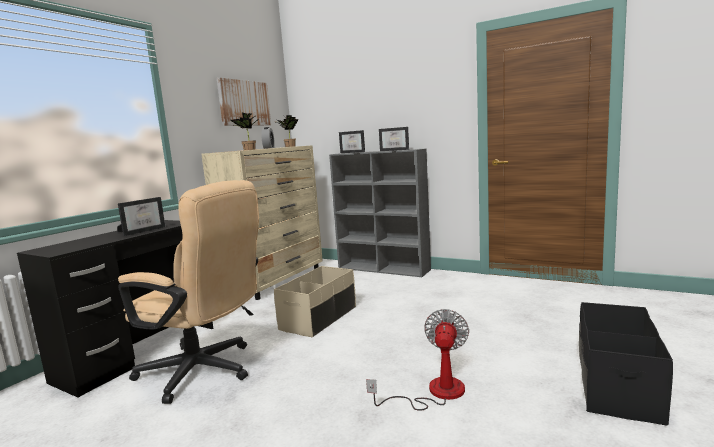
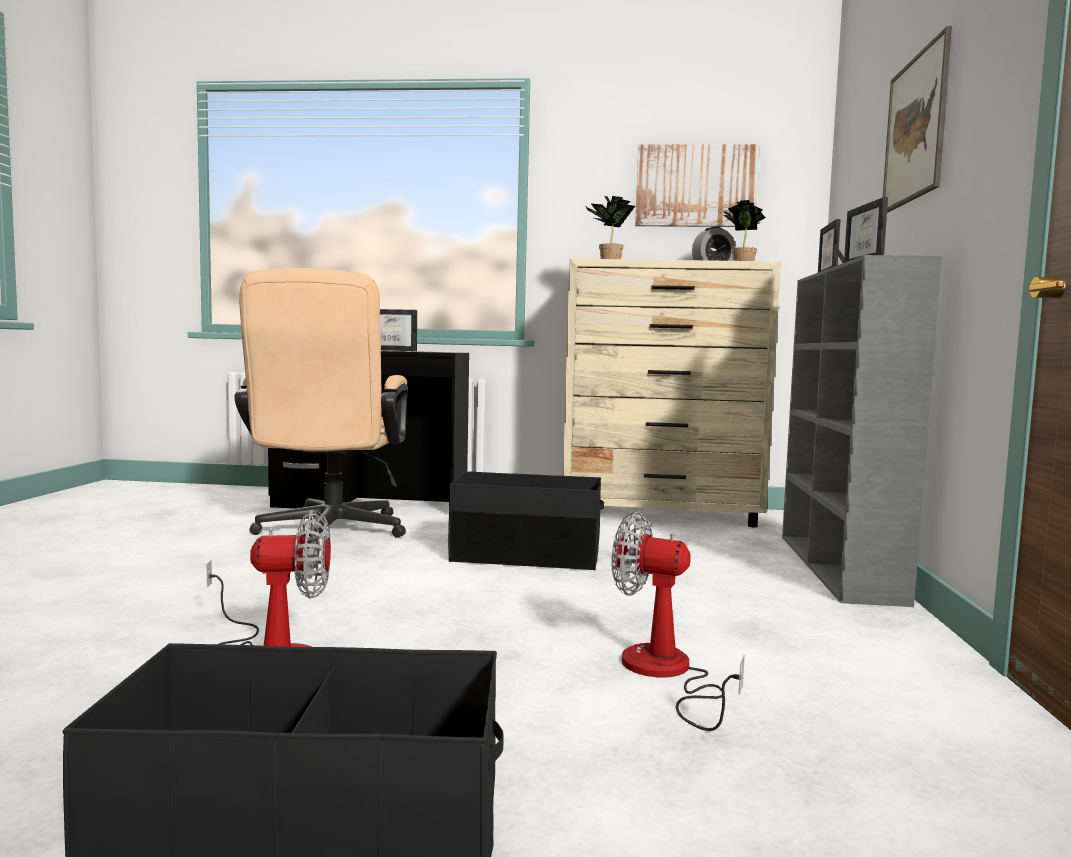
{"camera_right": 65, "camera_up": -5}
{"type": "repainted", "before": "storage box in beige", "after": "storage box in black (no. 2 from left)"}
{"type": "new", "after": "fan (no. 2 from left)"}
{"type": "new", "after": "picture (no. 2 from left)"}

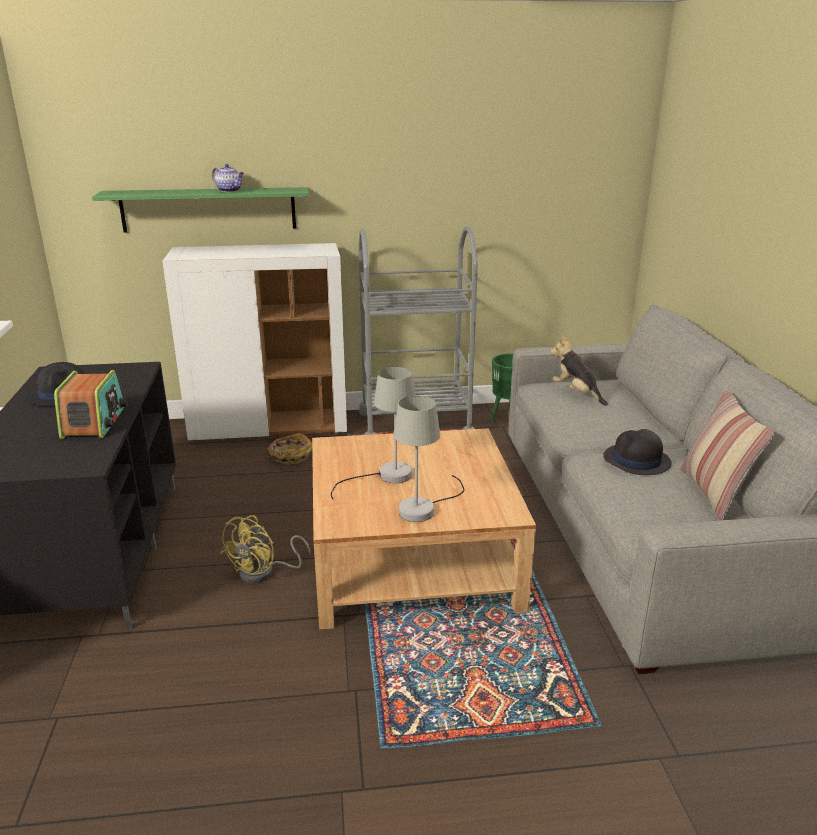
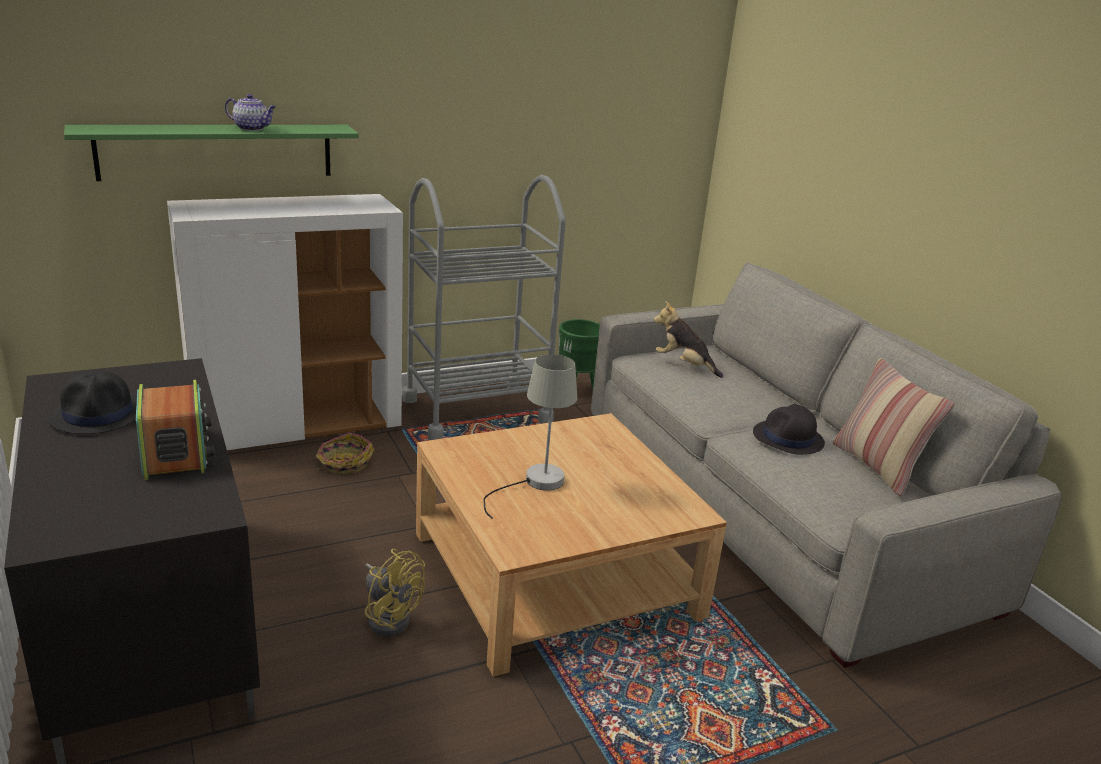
{"camera_right": -20, "camera_up": 0}
{"type": "rotated", "before": "fan in yellow", "turn": -60}
{"type": "gone", "before": "table lamp in grey (no. 2 from left)"}

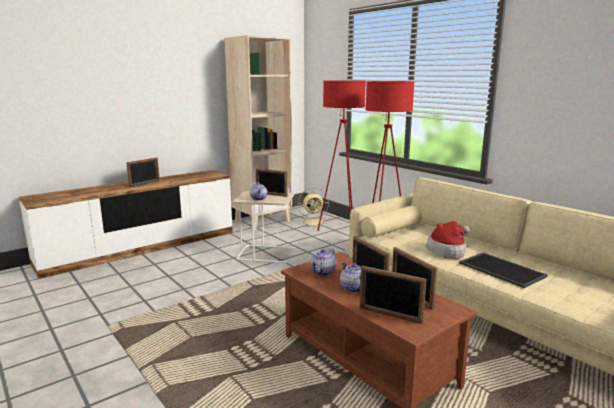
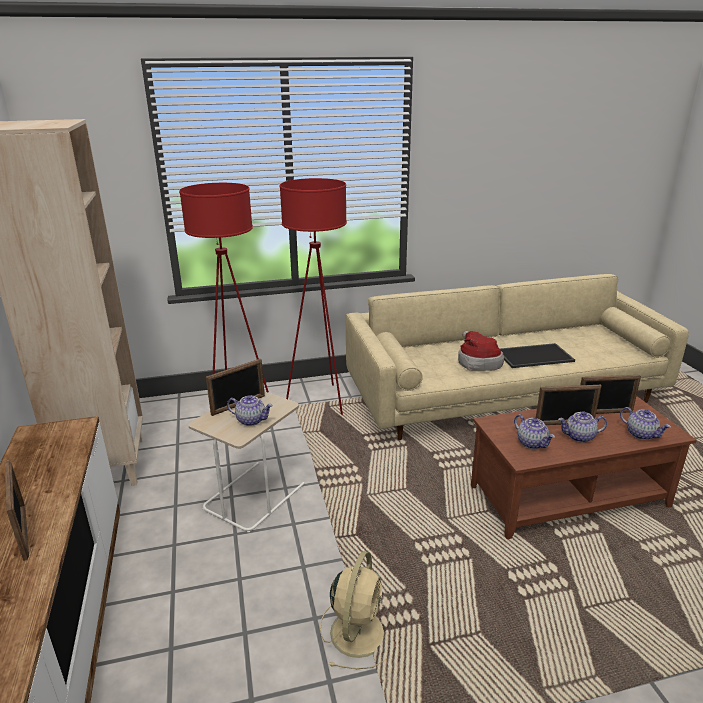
{"camera_right": -65, "camera_up": 10}
{"type": "shifted", "before": "fan in beige"}
{"type": "swapped", "before": "picture frame (no. 4 from left)", "after": "teapot (no. 4 from left)"}

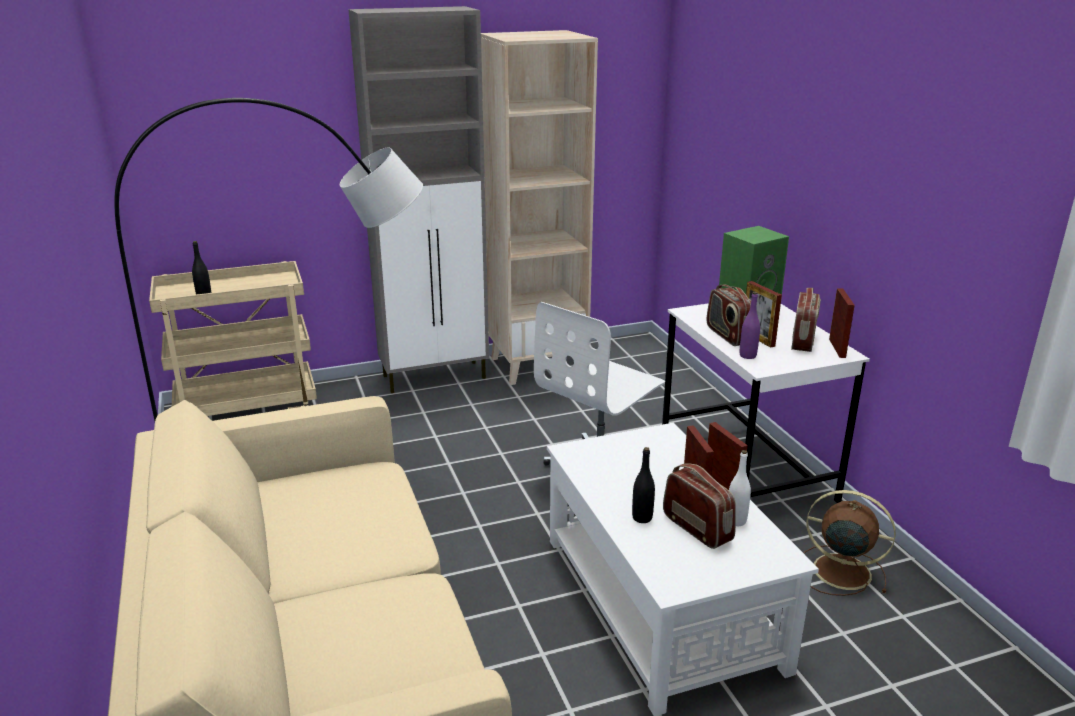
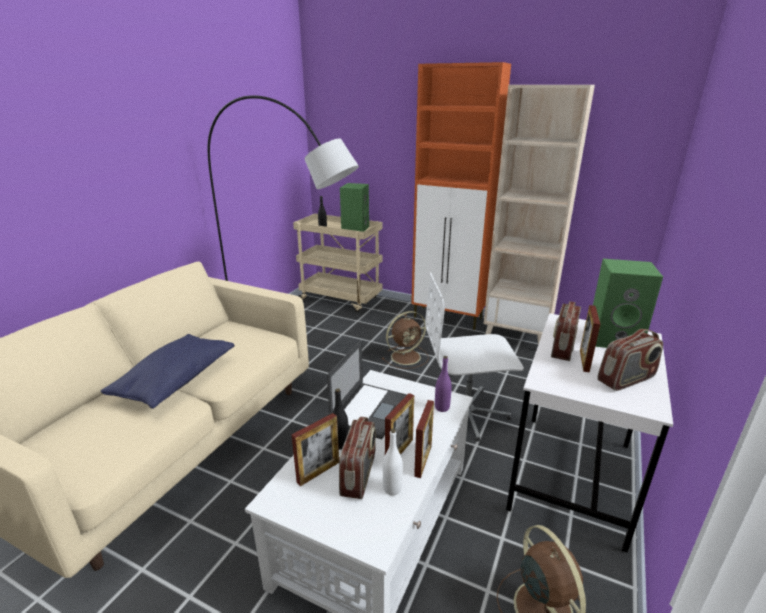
{"camera_right": 45, "camera_up": 0}
{"type": "repainted", "before": "cabinet in grey", "after": "cabinet in orange"}
{"type": "shifted", "before": "bottle in purple"}
{"type": "shifted", "before": "picture frame (no. 4 from left in the first image)", "after": "picture frame (no. 1 from left)"}
{"type": "new", "after": "pillow in blue"}
{"type": "new", "after": "laptop"}
{"type": "new", "after": "speaker in green (no. 1 from left)"}
{"type": "new", "after": "fan in brown (no. 1 from left)"}

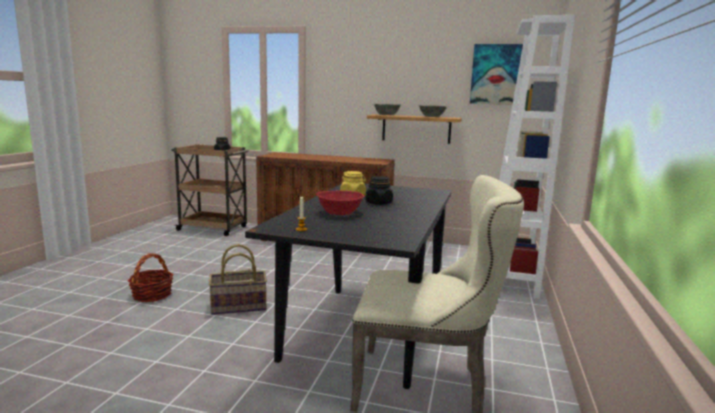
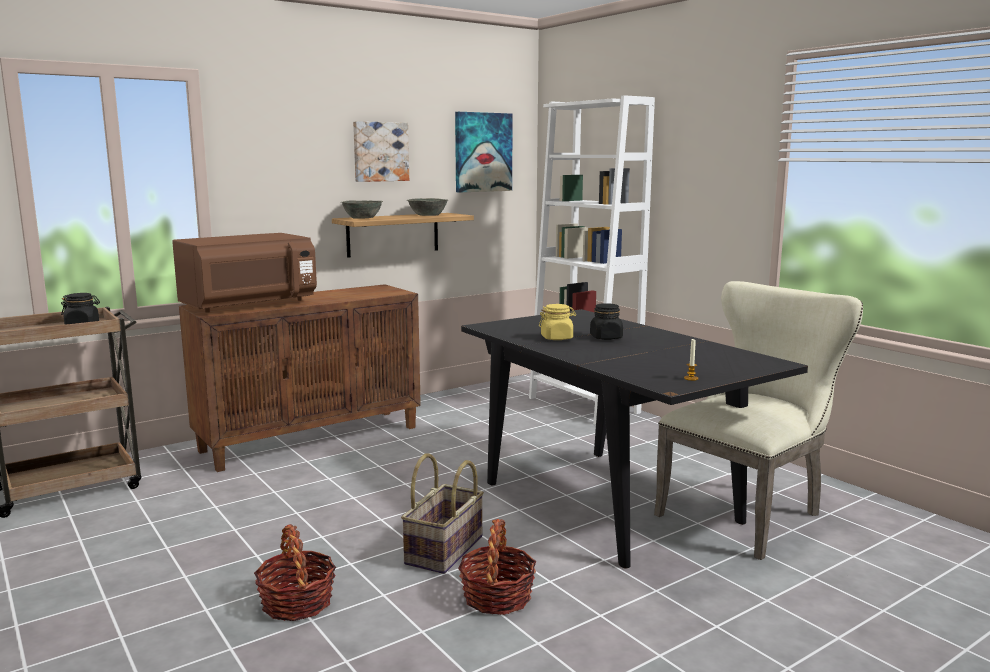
{"camera_right": -50, "camera_up": 0}
{"type": "gone", "before": "bowl in red"}
{"type": "new", "after": "microwave in brown"}
{"type": "new", "after": "picture (no. 1 from left)"}
{"type": "new", "after": "basket (no. 3 from left)"}

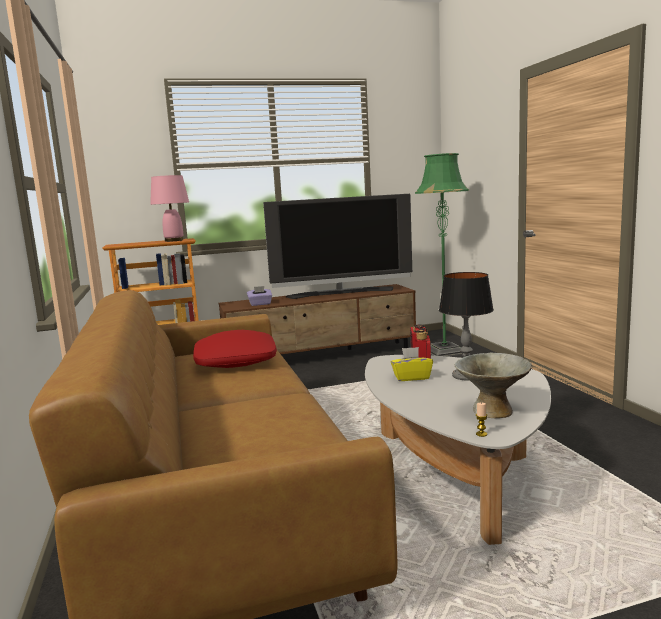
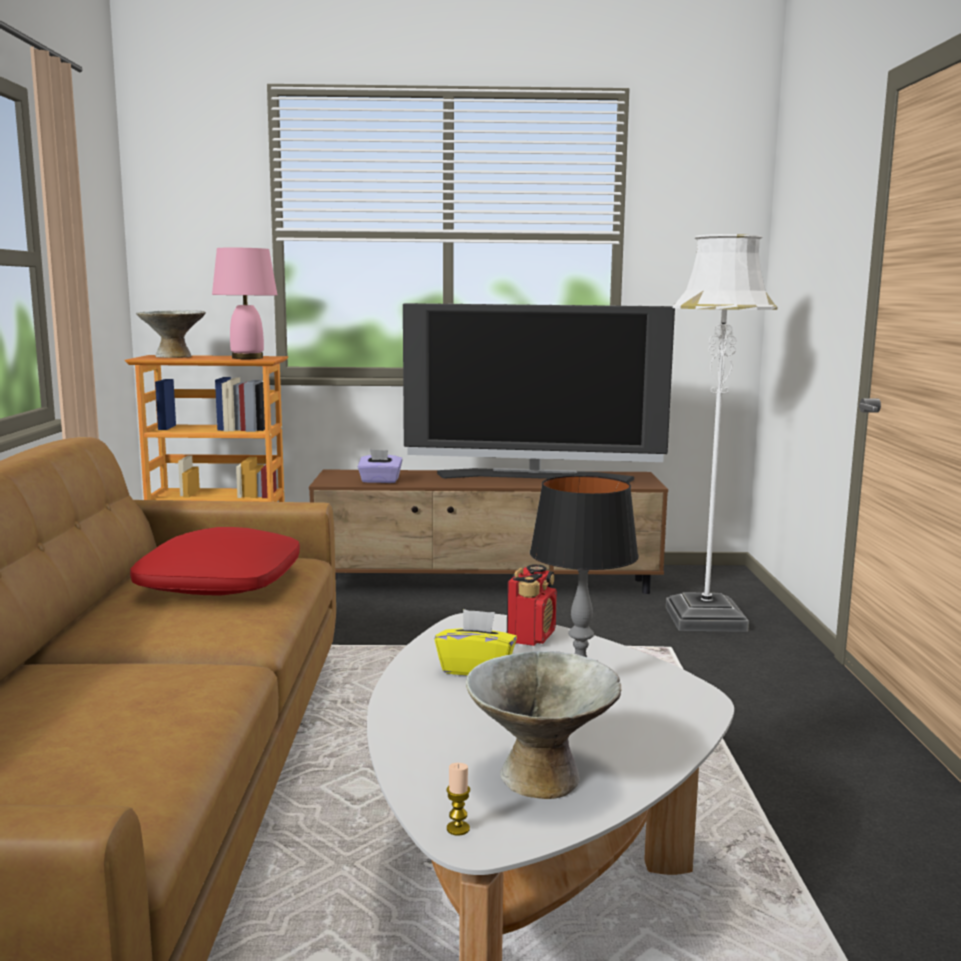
{"camera_right": 15, "camera_up": 0}
{"type": "repainted", "before": "floor lamp in green", "after": "floor lamp in white"}
{"type": "new", "after": "bowl in grey (no. 1 from left)"}

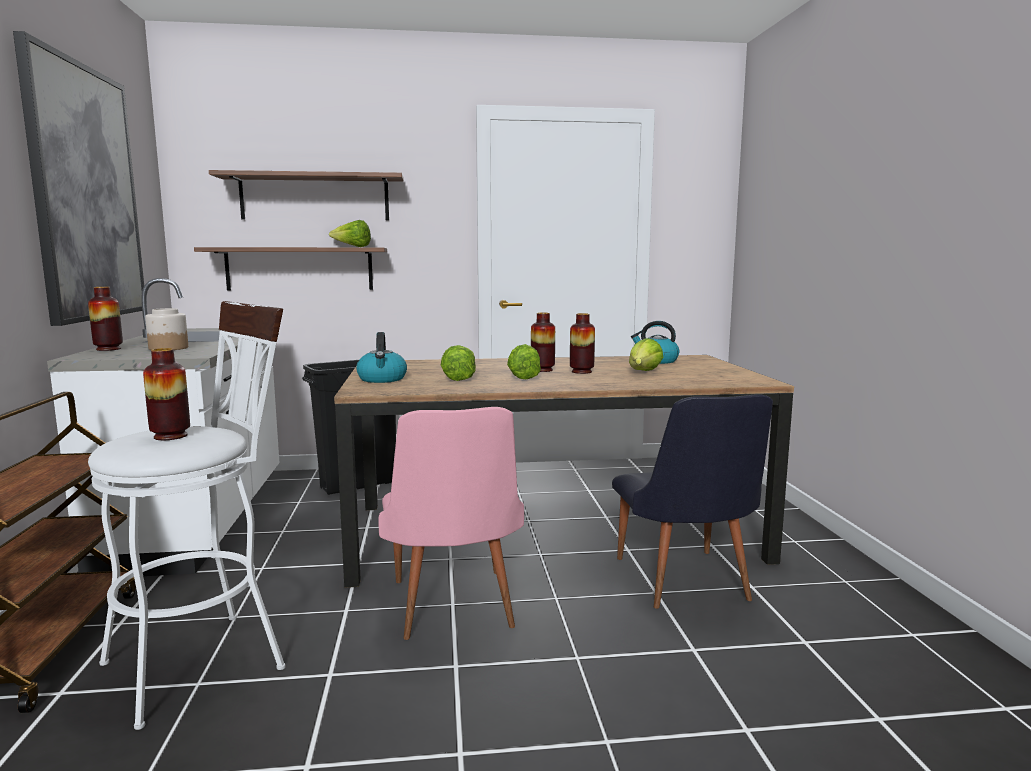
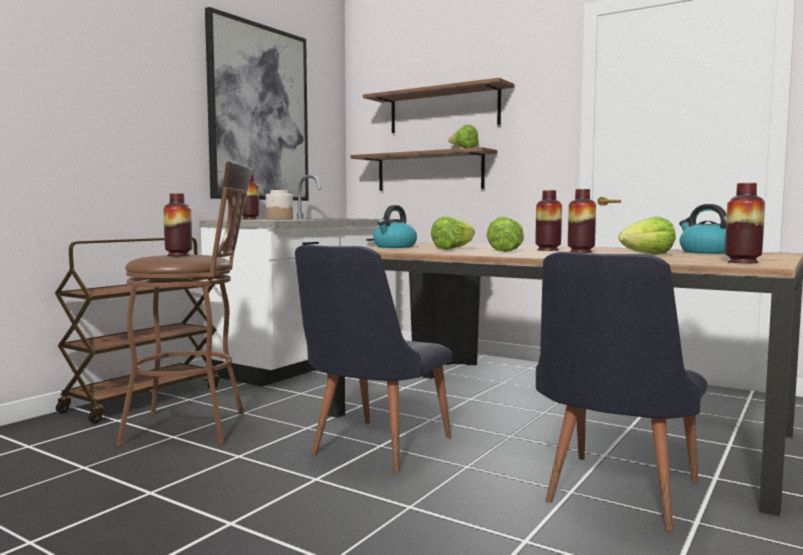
{"camera_right": 40, "camera_up": -5}
{"type": "repainted", "before": "stool in white", "after": "stool in brown"}
{"type": "repainted", "before": "chair in pink", "after": "chair in black (no. 1 from left)"}
{"type": "new", "after": "vase (no. 5 from left)"}

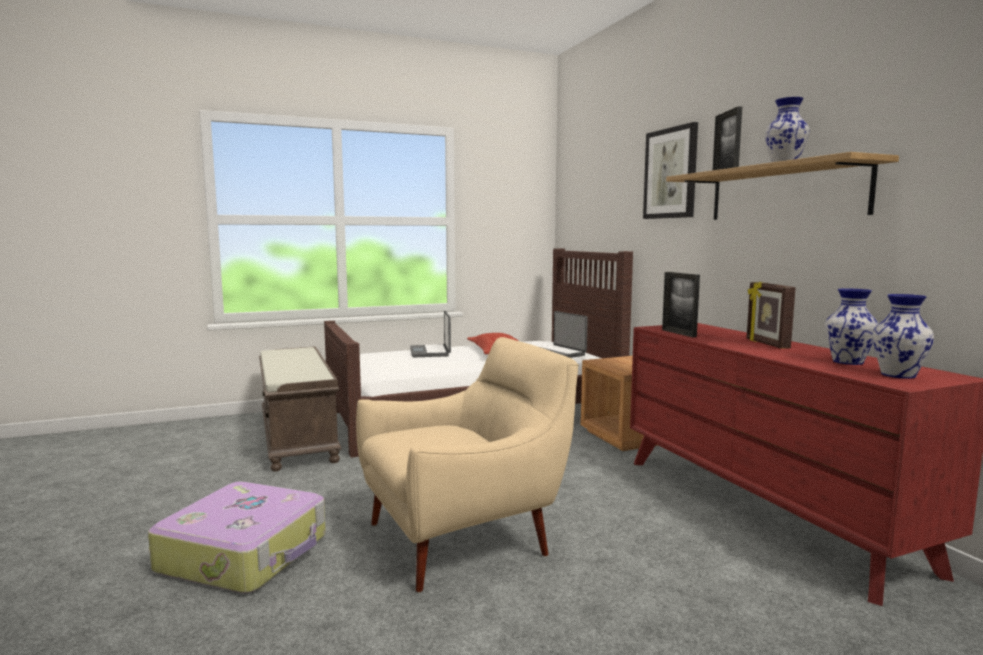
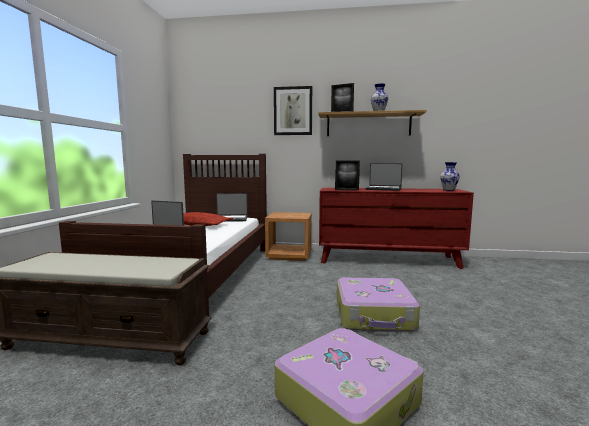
{"camera_right": -60, "camera_up": 0}
{"type": "swapped", "before": "armchair in beige", "after": "suitcase (no. 2 from left)"}
{"type": "swapped", "before": "picture frame (no. 3 from left)", "after": "laptop (no. 3 from left)"}
{"type": "gone", "before": "vase (no. 2 from left)"}

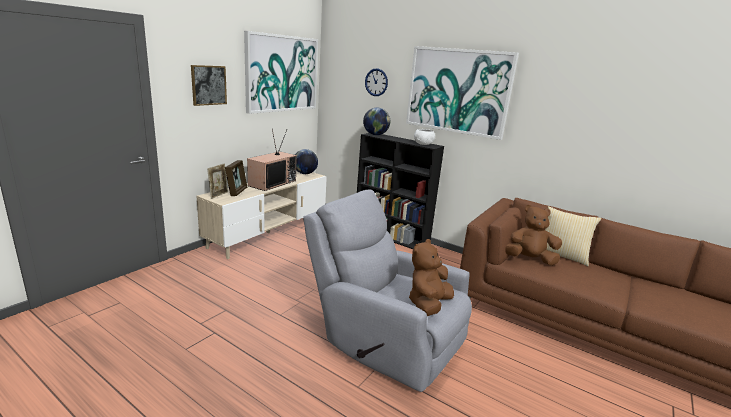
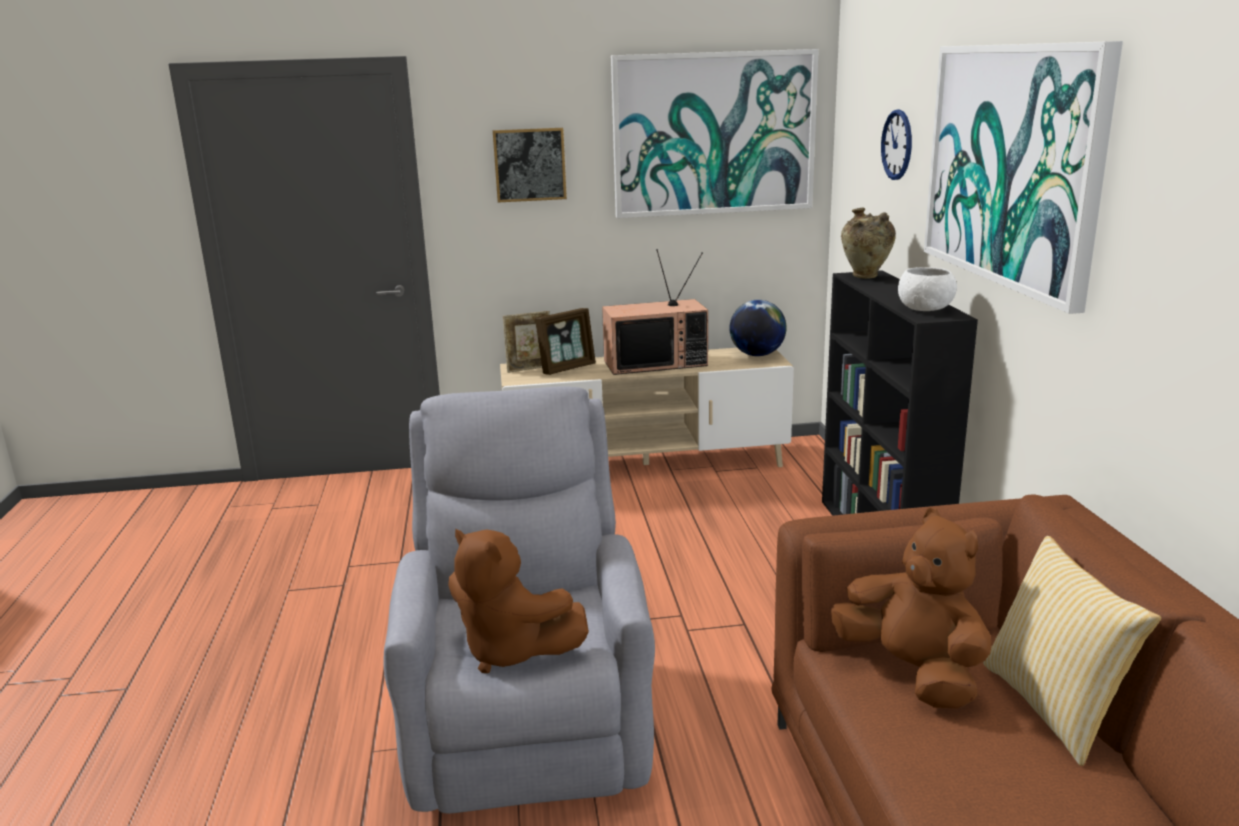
{"camera_right": 50, "camera_up": 0}
{"type": "swapped", "before": "globe (no. 2 from left)", "after": "vase in beige"}
{"type": "rotated", "before": "plush toy in brown (no. 1 from left)", "turn": -135}

